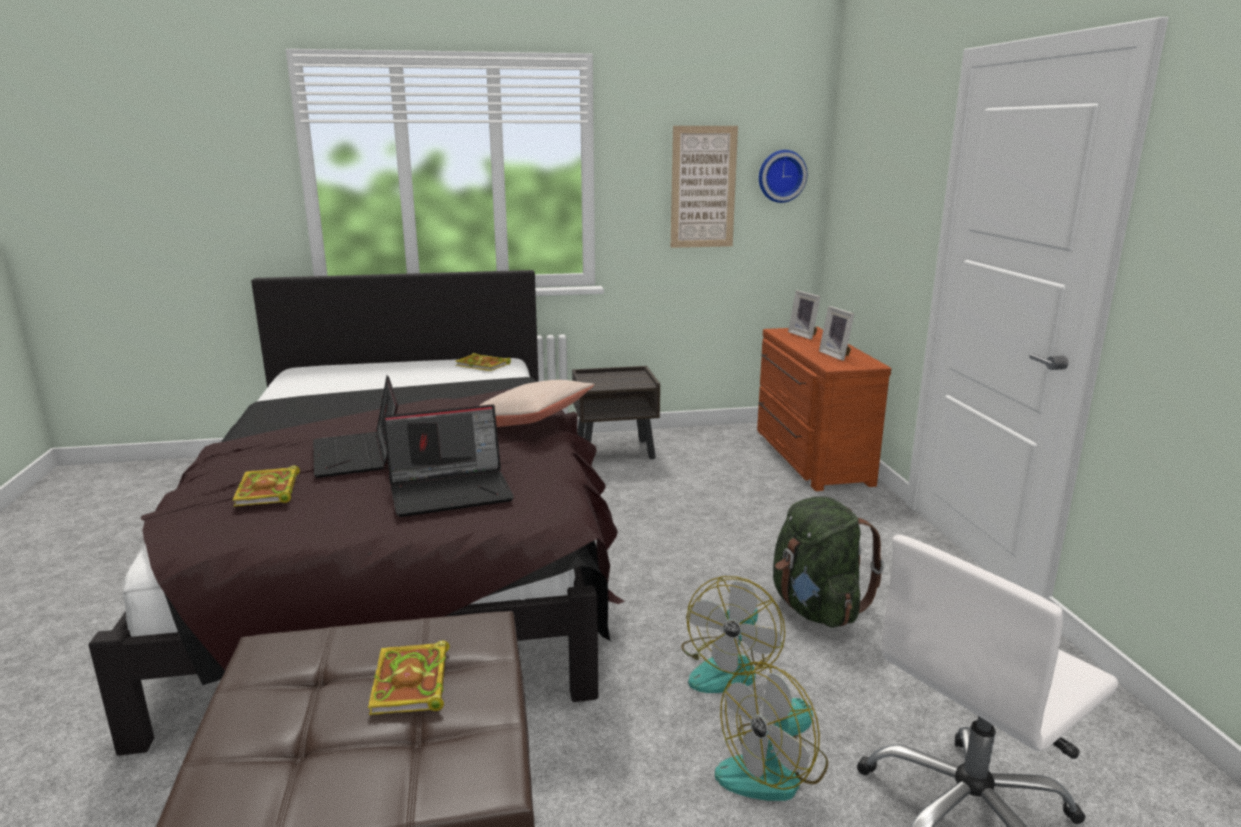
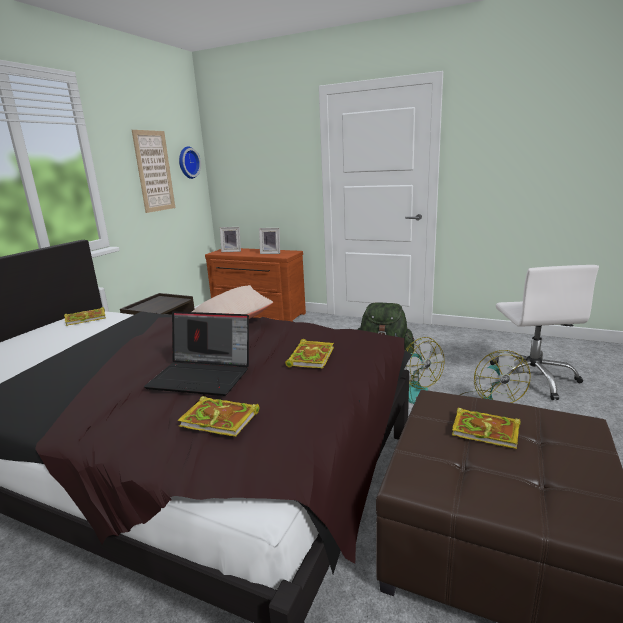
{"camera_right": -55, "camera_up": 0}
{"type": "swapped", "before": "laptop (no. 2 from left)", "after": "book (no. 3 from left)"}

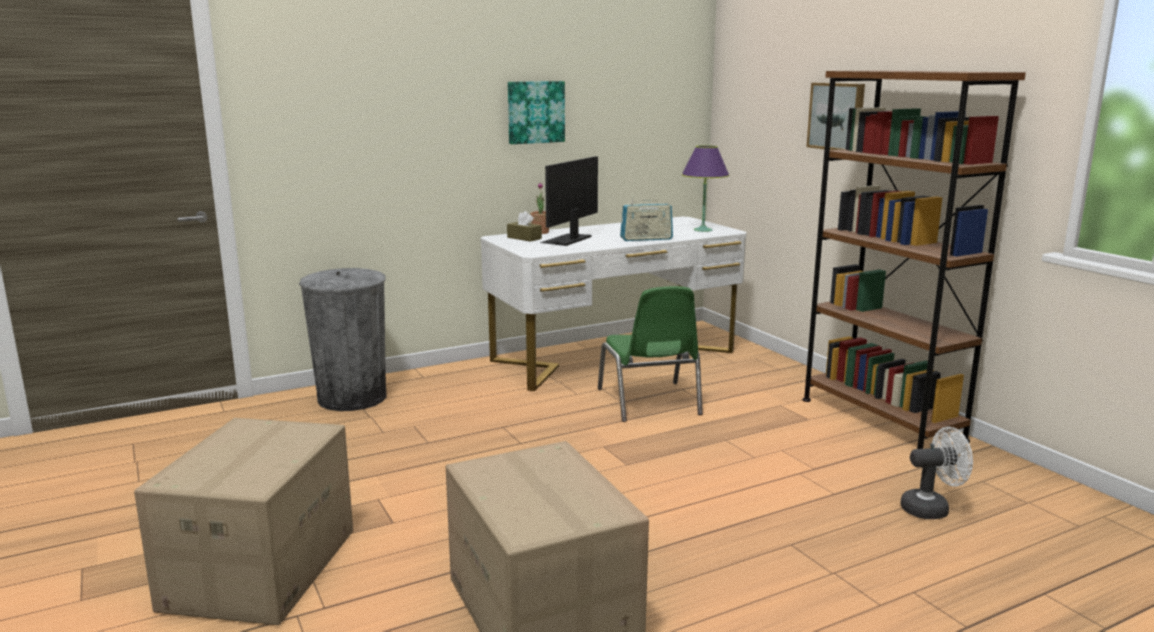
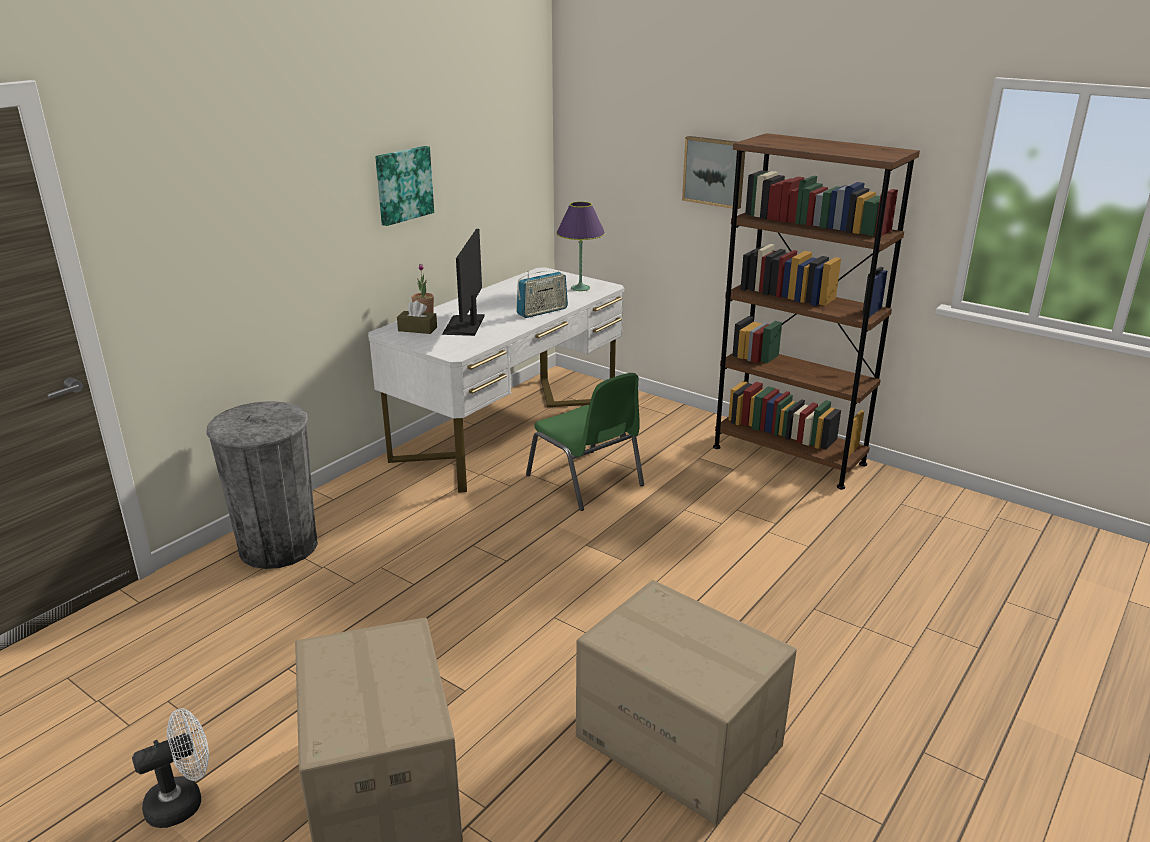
{"camera_right": -25, "camera_up": 10}
{"type": "shifted", "before": "fan in white"}

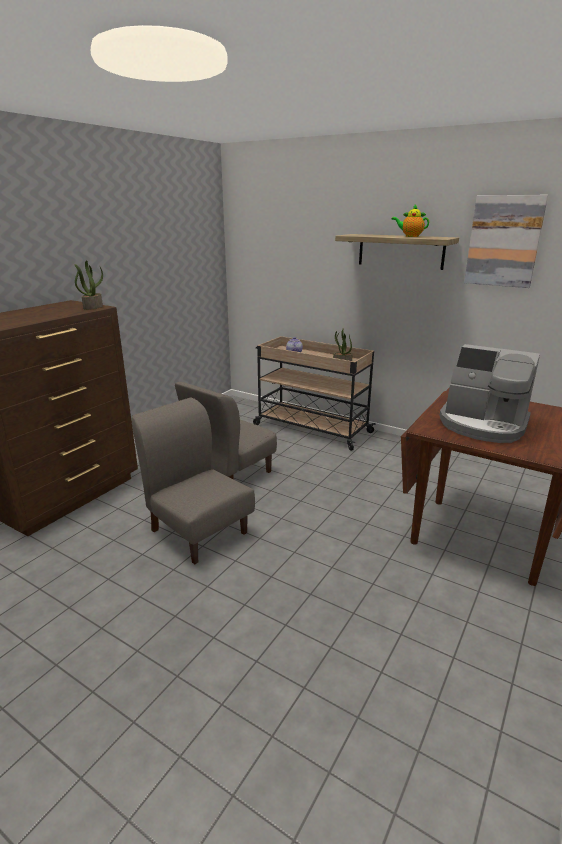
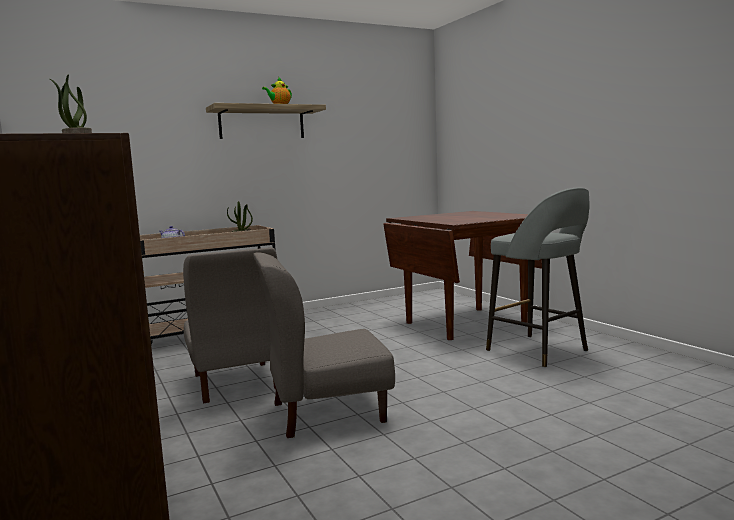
{"camera_right": -60, "camera_up": -15}
{"type": "gone", "before": "coffee machine"}
{"type": "gone", "before": "picture"}
{"type": "new", "after": "stool in grey"}

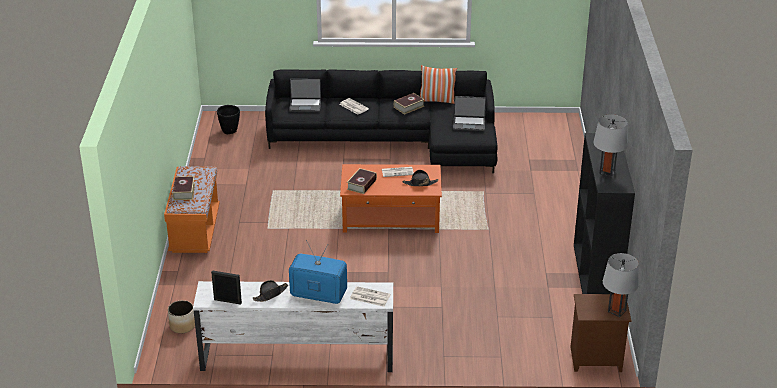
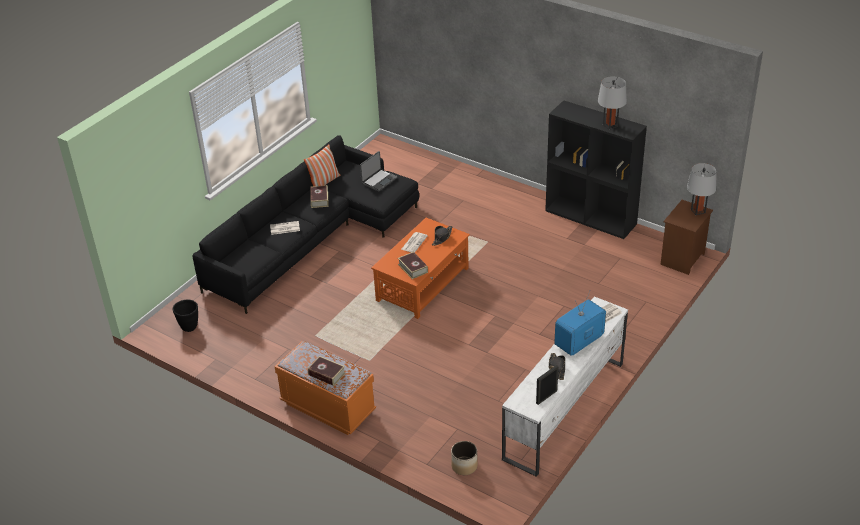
{"camera_right": -55, "camera_up": 5}
{"type": "gone", "before": "laptop (no. 1 from left)"}

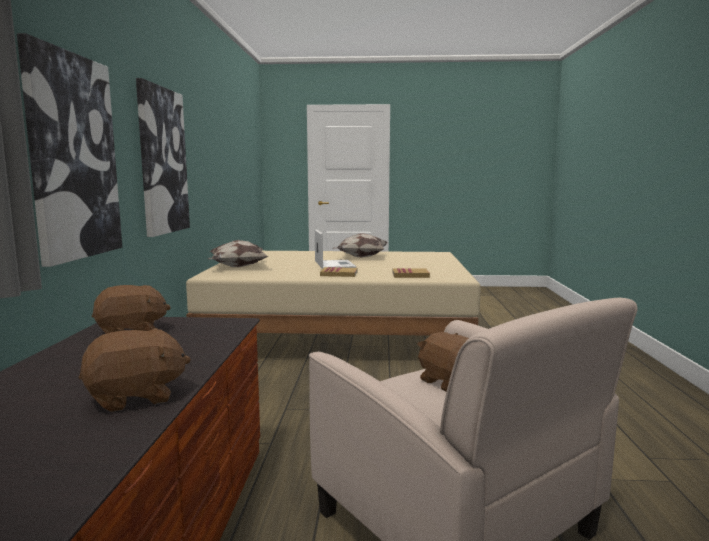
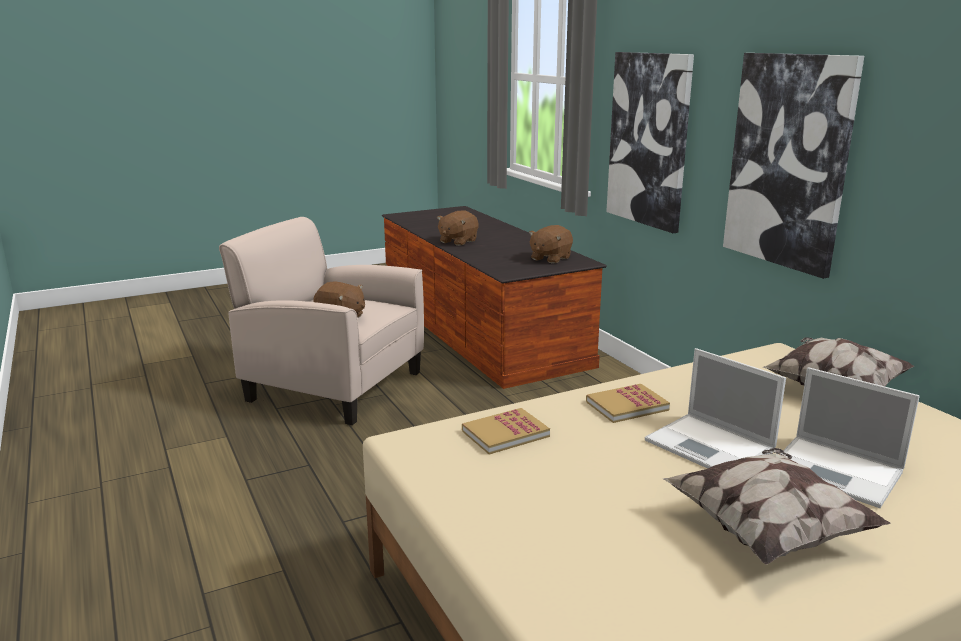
{"camera_right": 150, "camera_up": 10}
{"type": "new", "after": "laptop (no. 2 from left)"}

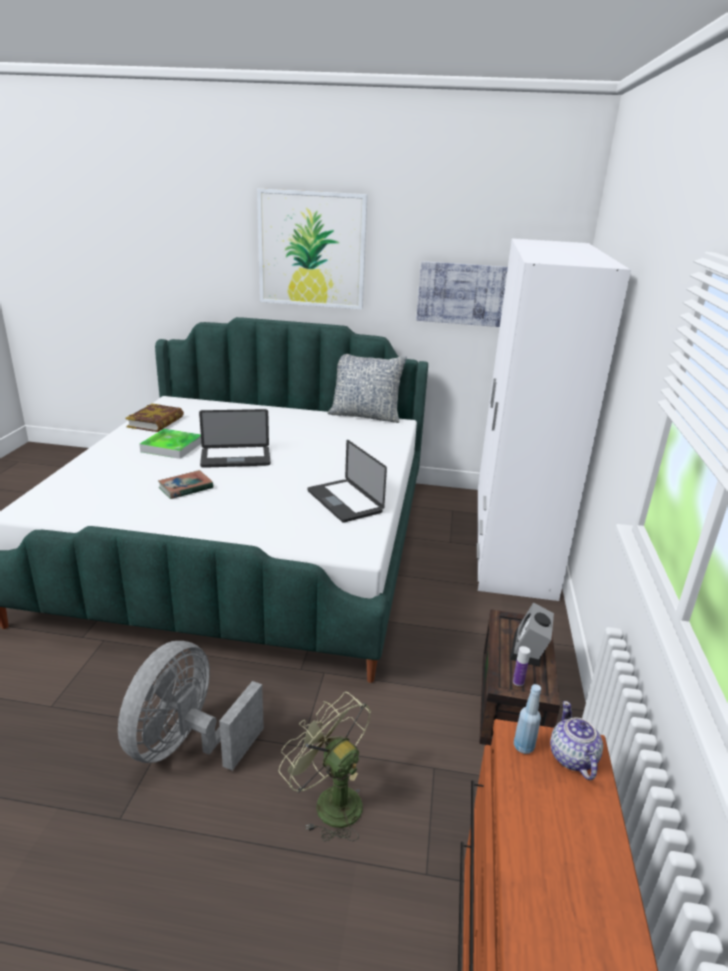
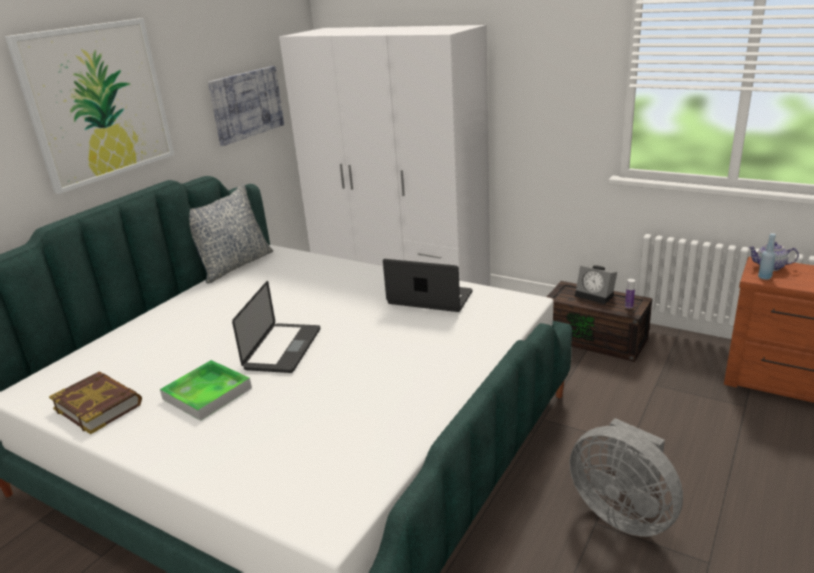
{"camera_right": -65, "camera_up": 0}
{"type": "gone", "before": "book (no. 2 from left)"}
{"type": "gone", "before": "fan in green"}
{"type": "rotated", "before": "laptop (no. 2 from left)", "turn": -150}

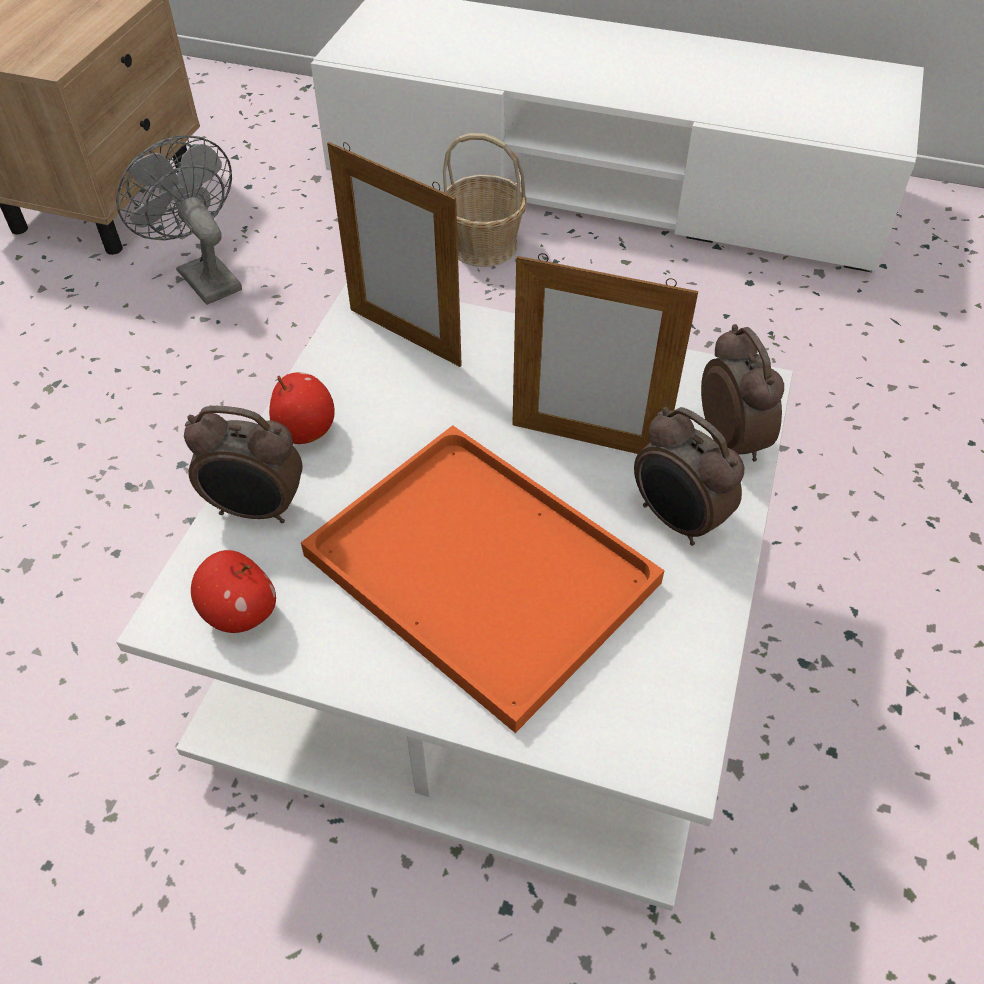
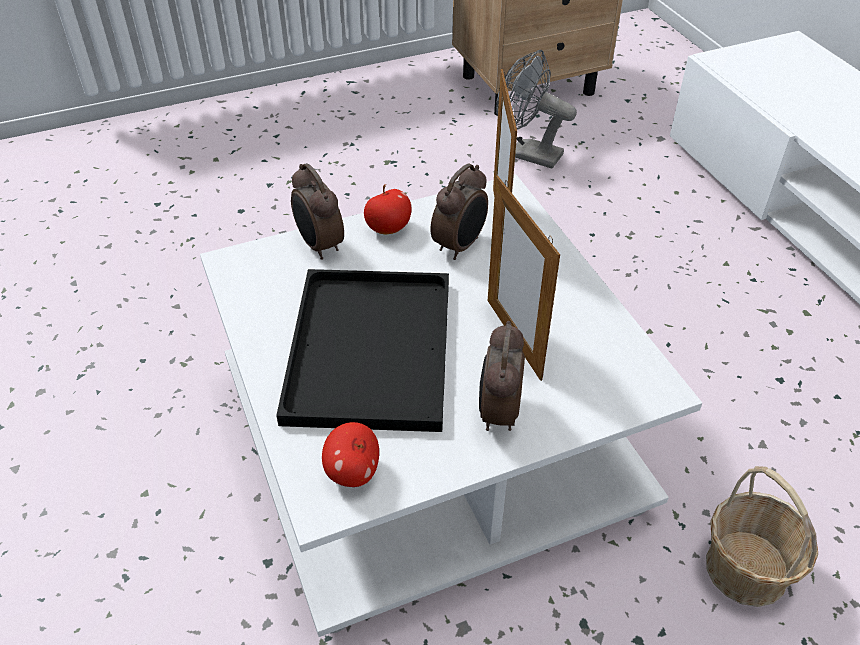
{"camera_right": 50, "camera_up": -5}
{"type": "rotated", "before": "fan in grey", "turn": -75}
{"type": "shifted", "before": "apple (no. 1 from left)"}
{"type": "repainted", "before": "tray in orange", "after": "tray in black"}
{"type": "shifted", "before": "basket"}
{"type": "shifted", "before": "alarm clock (no. 3 from left in the first image)", "after": "alarm clock (no. 2 from left)"}

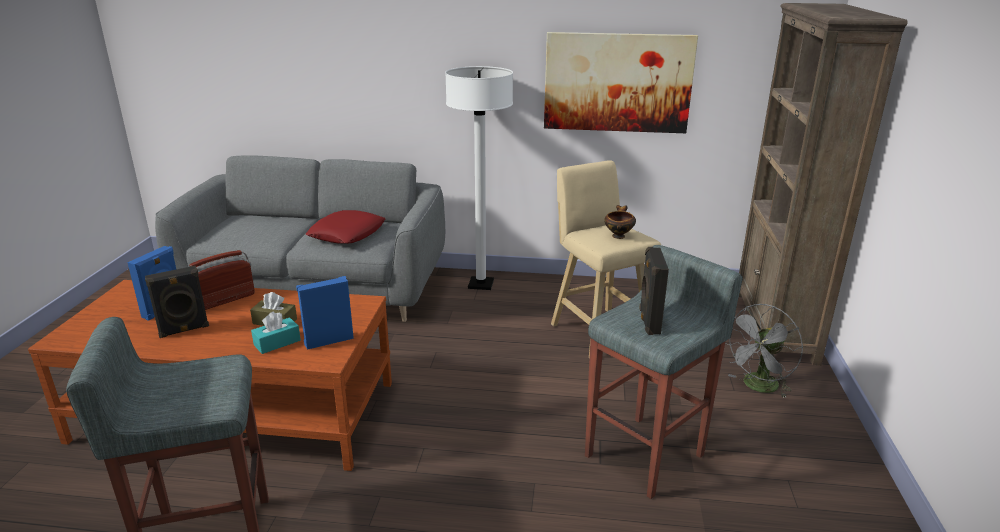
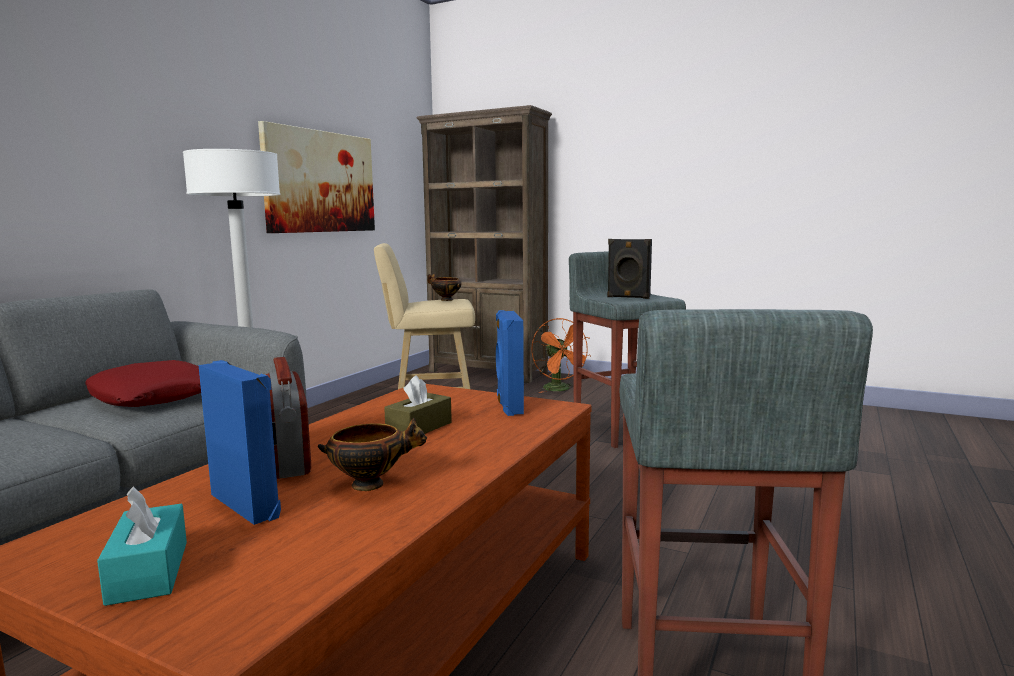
{"camera_right": -70, "camera_up": -15}
{"type": "swapped", "before": "speaker in black (no. 1 from left)", "after": "bowl (no. 1 from left)"}
{"type": "shifted", "before": "tissue box in turquoise"}
{"type": "repainted", "before": "fan in grey", "after": "fan in orange"}

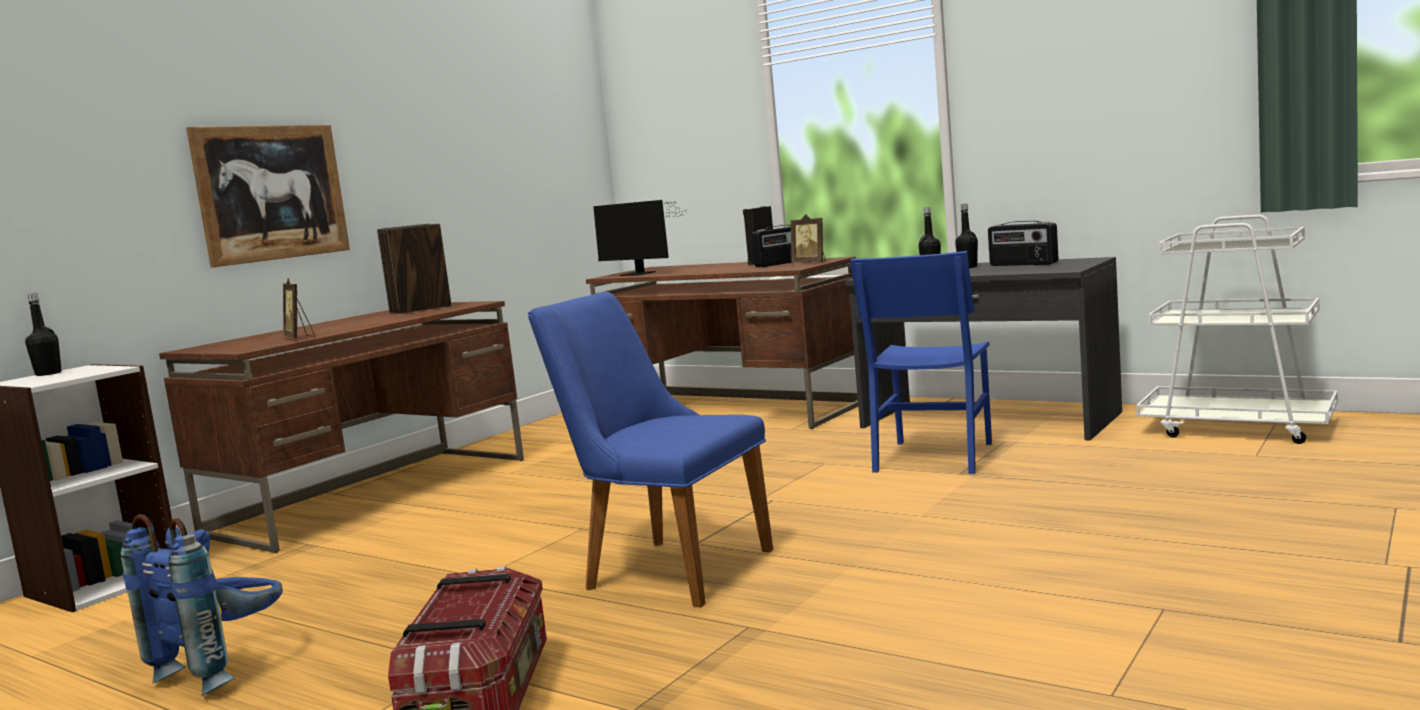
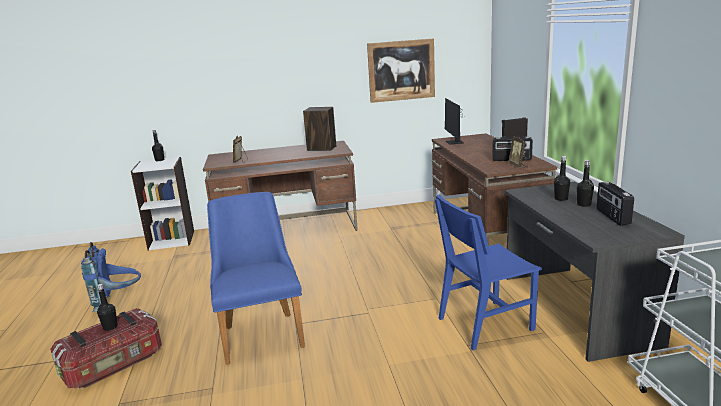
{"camera_right": 45, "camera_up": 10}
{"type": "shifted", "before": "picture"}
{"type": "new", "after": "bottle in black (no. 1 from left)"}

